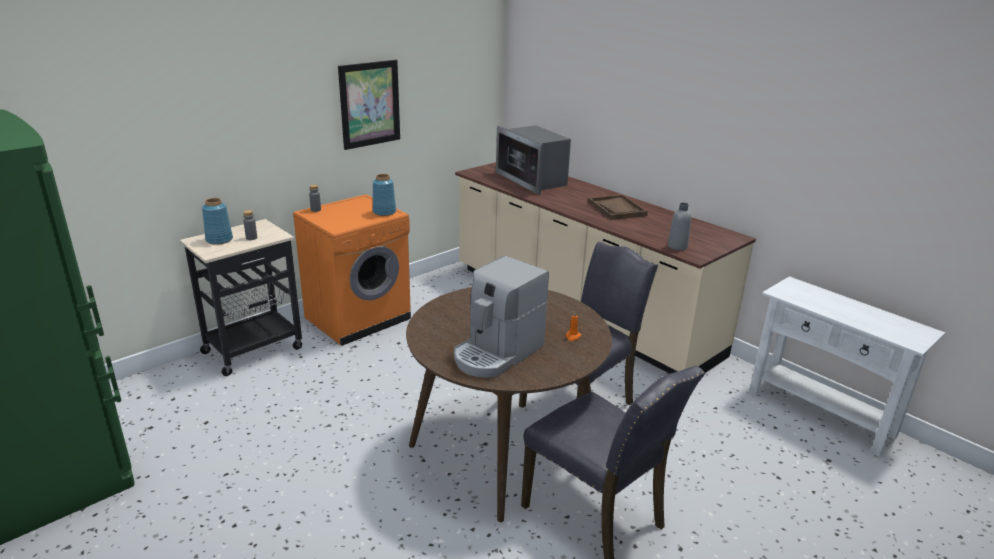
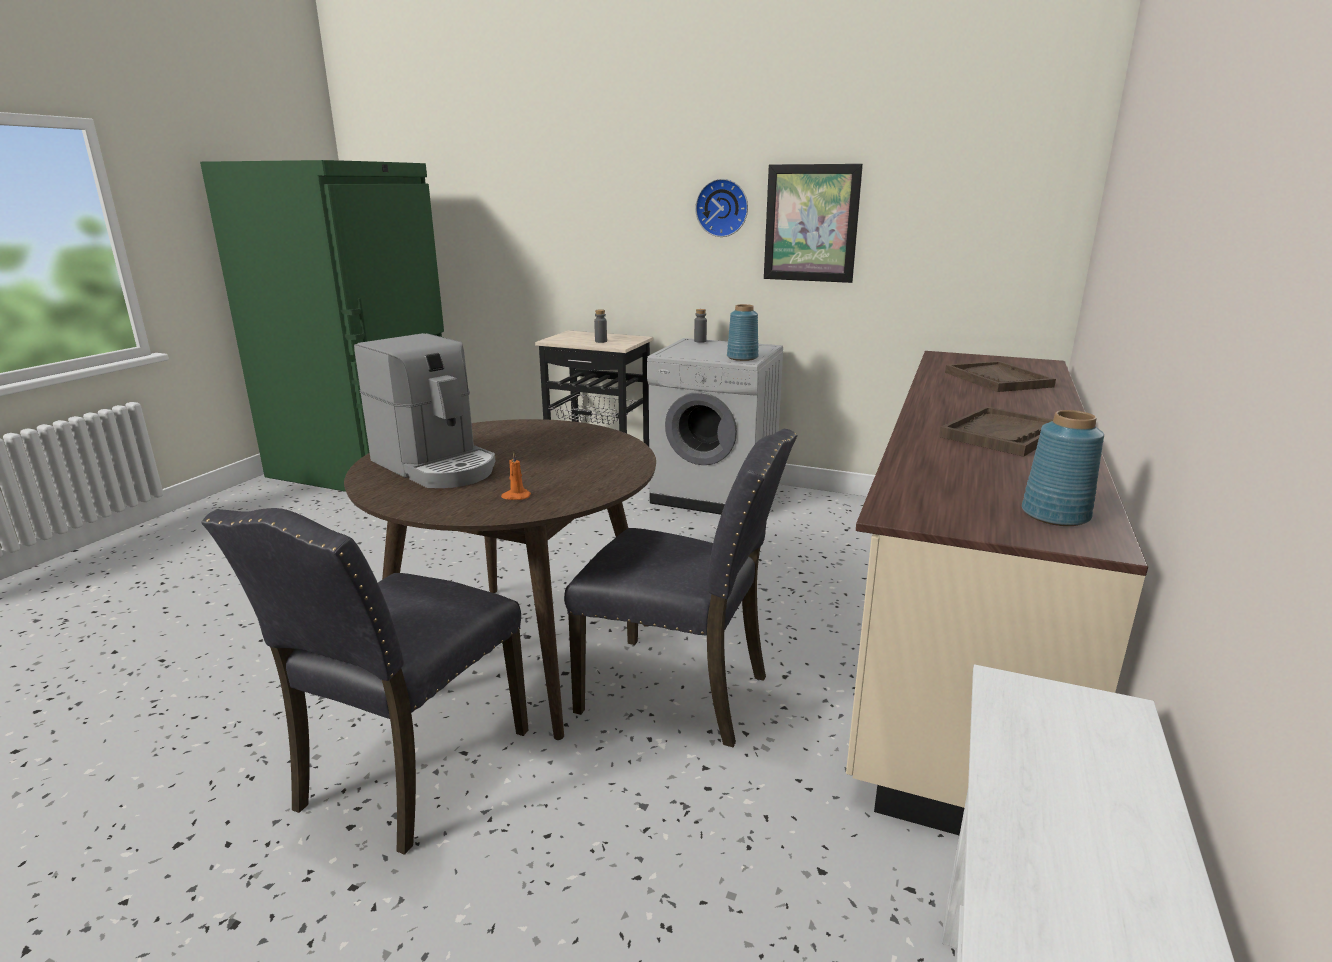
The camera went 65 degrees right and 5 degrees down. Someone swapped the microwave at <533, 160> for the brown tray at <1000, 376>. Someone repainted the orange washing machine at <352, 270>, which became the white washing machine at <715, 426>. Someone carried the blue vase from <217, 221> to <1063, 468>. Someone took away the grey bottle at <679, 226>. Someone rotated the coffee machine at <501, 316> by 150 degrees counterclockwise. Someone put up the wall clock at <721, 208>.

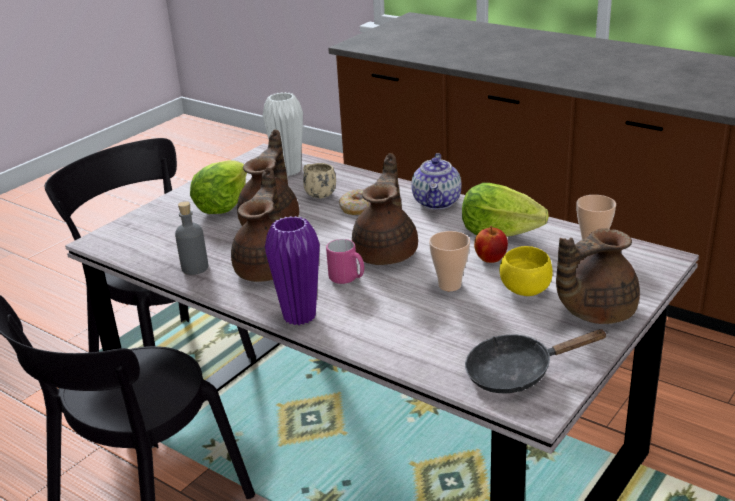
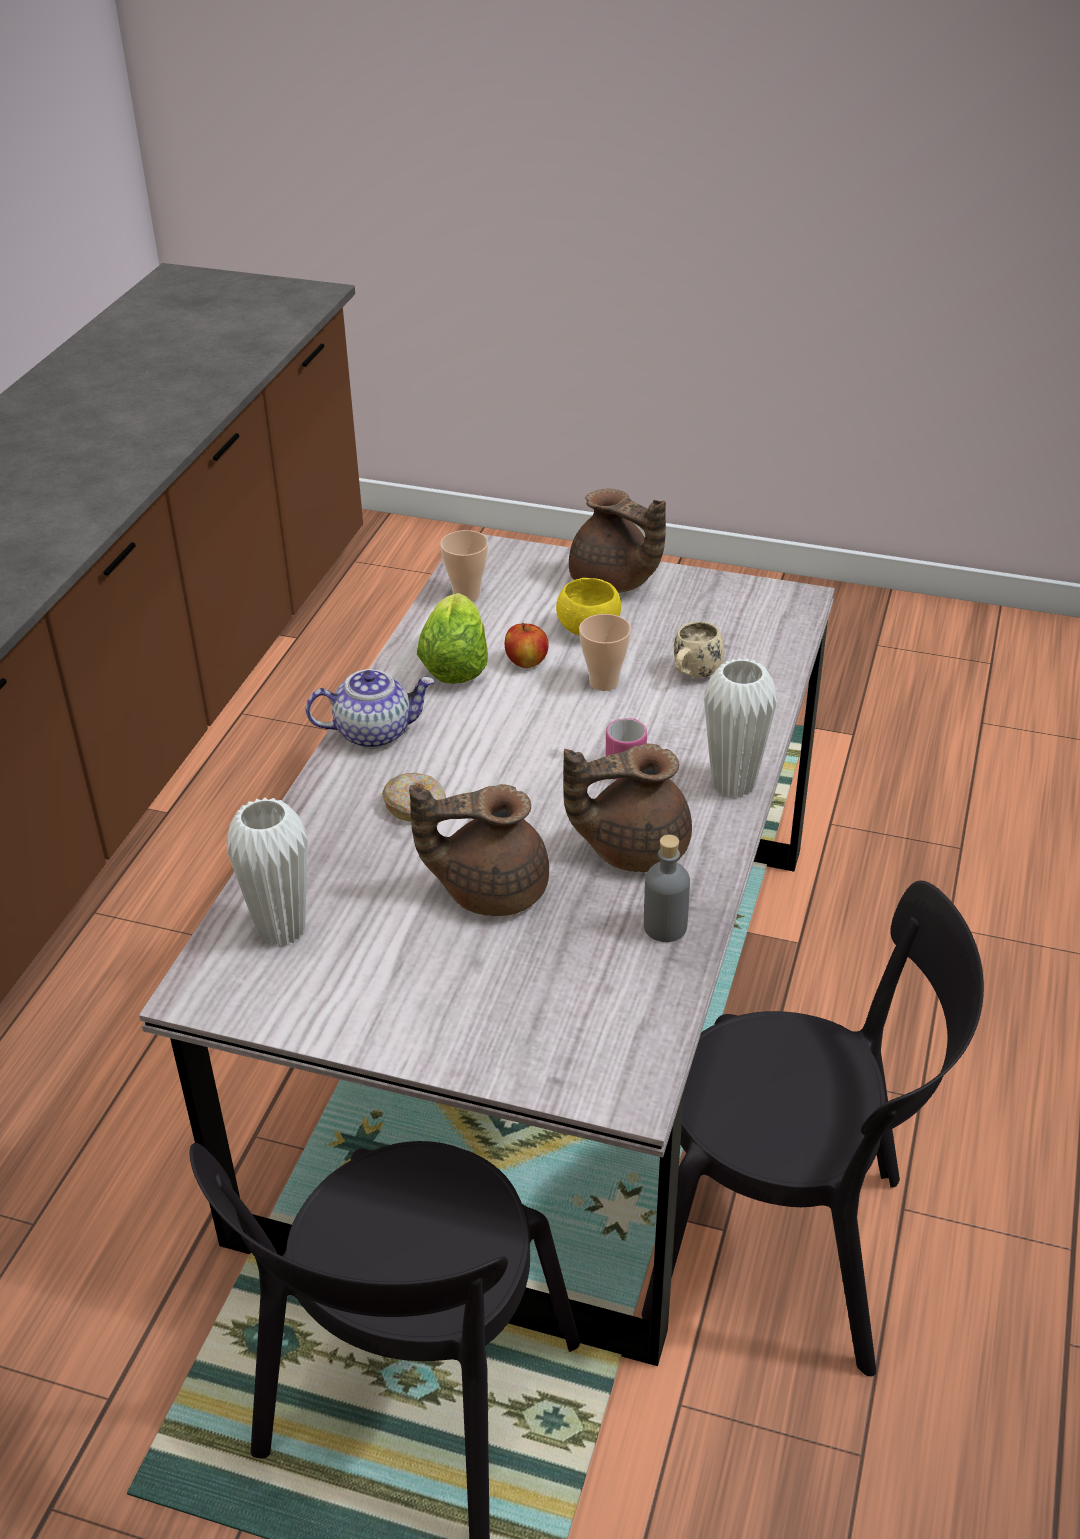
The camera went 110 degrees left and 10 degrees up. Someone took away the brown teapot at <385, 209>. Someone took away the lettuce at <218, 187>. Someone carried the beige mug from <319, 180> to <699, 649>. Someone repainted the purple vase at <292, 270>, which became the white vase at <740, 728>. Someone took away the black frying pan at <536, 361>.

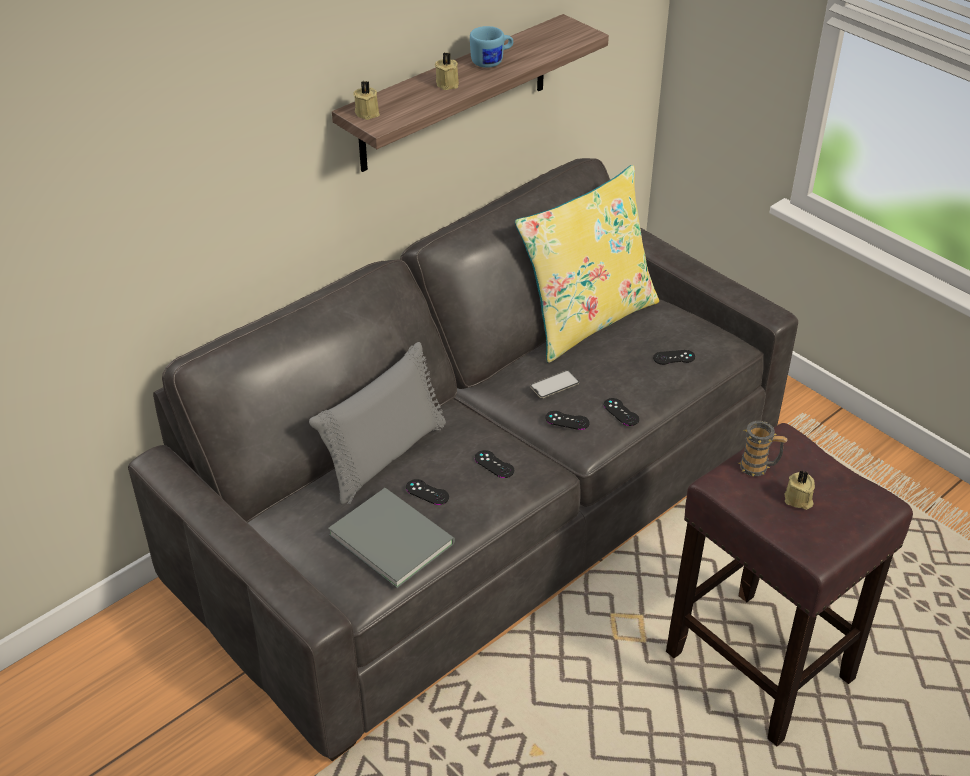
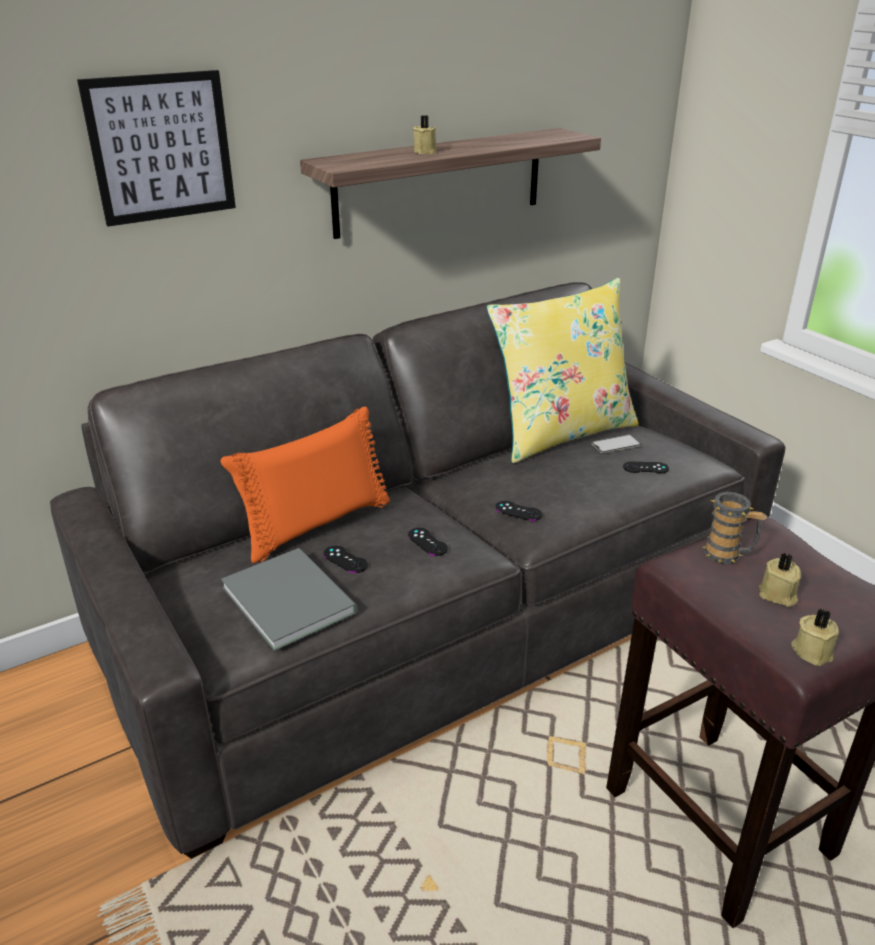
The camera went 10 degrees right and 10 degrees down. Someone took away the blue mug at <491, 47>. Someone carried the beige candle from <366, 100> to <815, 637>. Someone repainted the grey pillow at <377, 423>, which became the orange pillow at <305, 485>. Someone carried the phone from <554, 384> to <616, 444>. Someone took away the black game controller at <621, 412>. Someone put up the picture at <156, 148>.

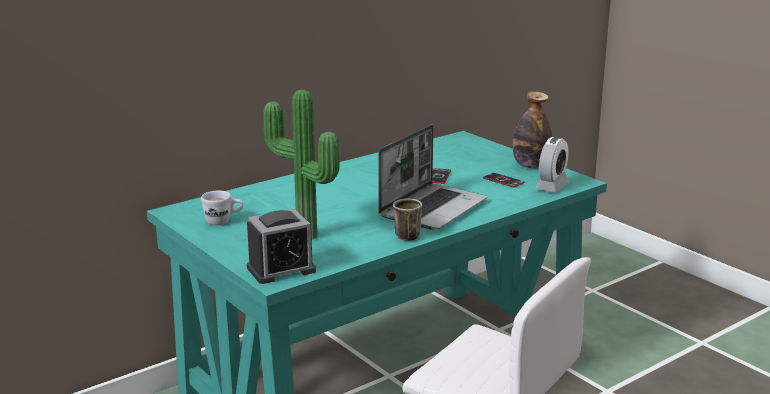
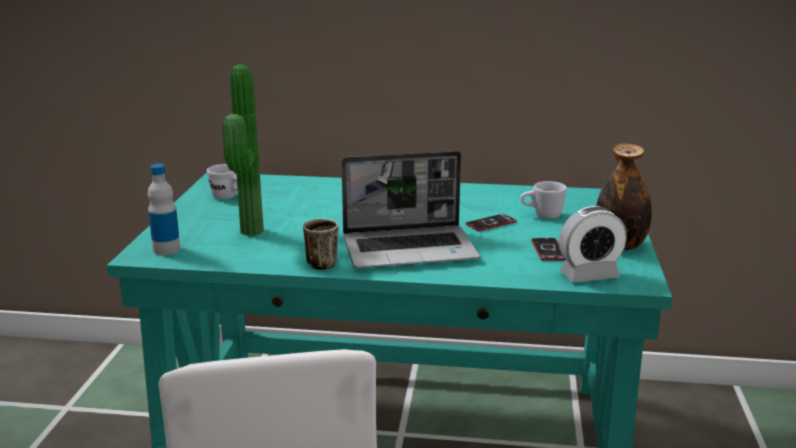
The camera went 45 degrees right and 0 degrees up. Someone swapped the alarm clock at <281, 246> for the bottle at <164, 209>. Someone put down the white mug at <544, 200>.

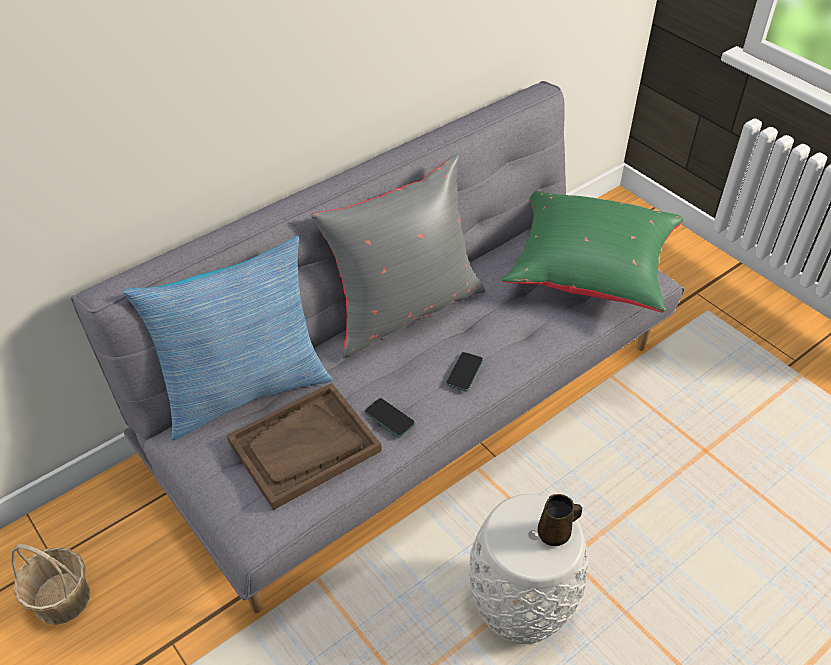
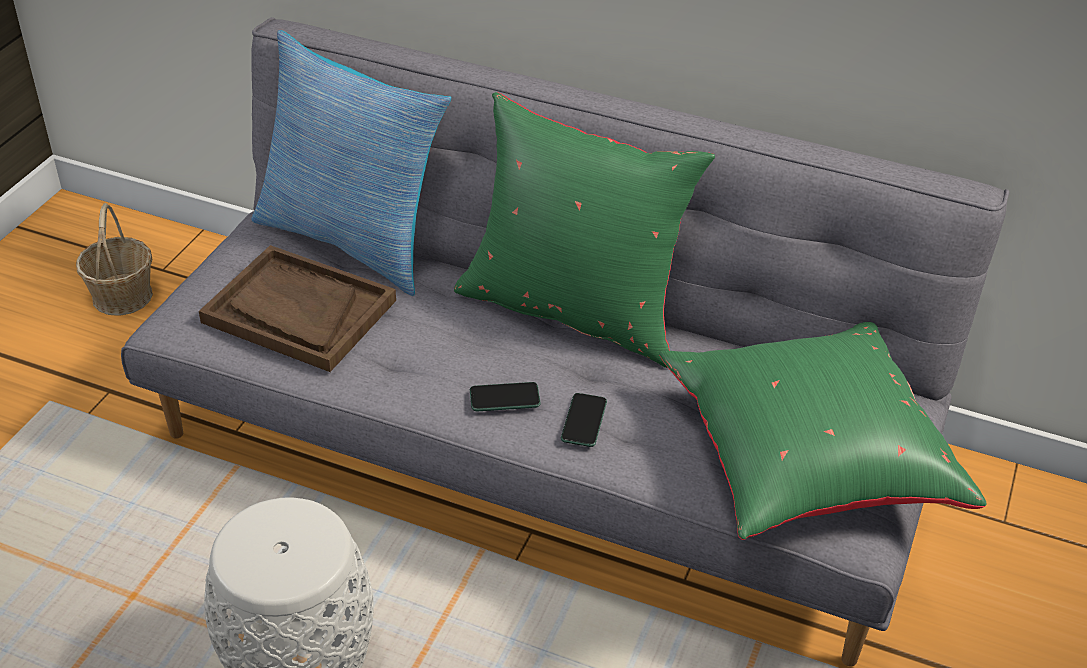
The camera went 60 degrees right and 5 degrees down. Someone repainted the grey pillow at <398, 256>, which became the green pillow at <584, 230>. Someone carried the phone from <389, 418> to <584, 420>. Someone took away the brown mug at <560, 520>.

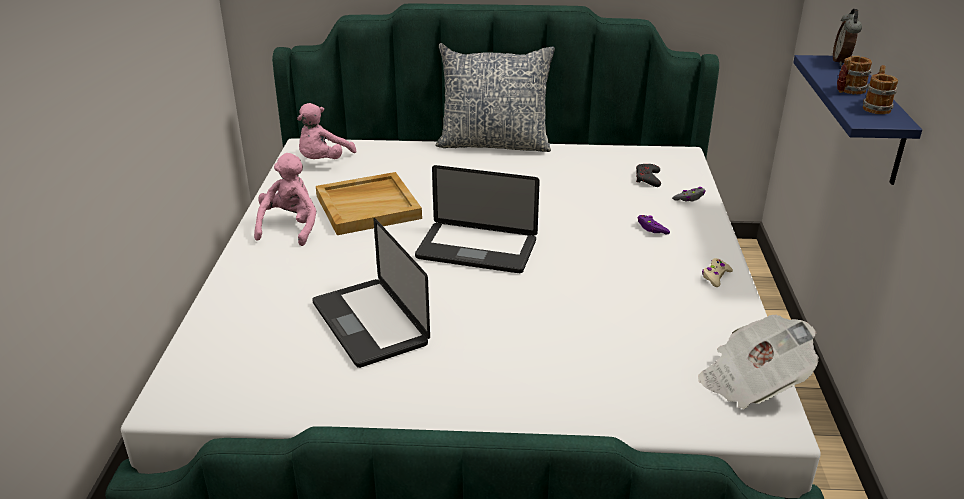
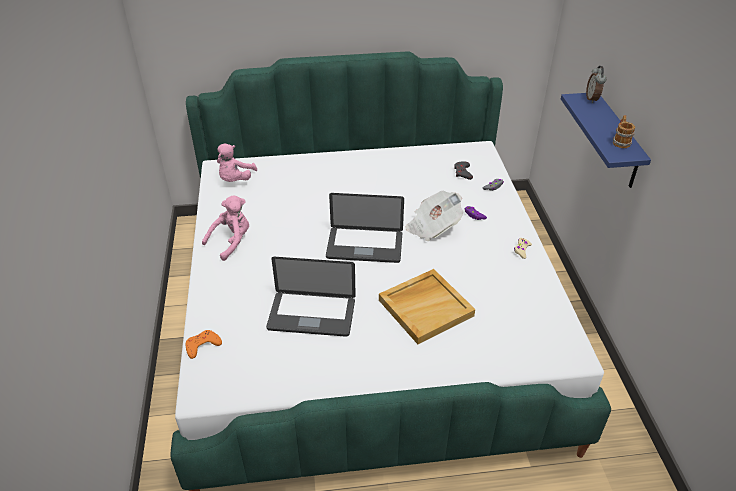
The camera went 10 degrees left and 10 degrees up. Someone took away the pillow at <495, 97>. Someone took away the mug at <854, 75>. Someone rotated the pink plush toy at <285, 199> by 45 degrees clockwise. Someone carried the beige tray from <369, 203> to <427, 306>. Someone rotated the laptop at <371, 293> by 45 degrees counterclockwise. Someone carried the newspaper from <758, 362> to <434, 216>. Someone put down the orange game controller at <204, 344>.

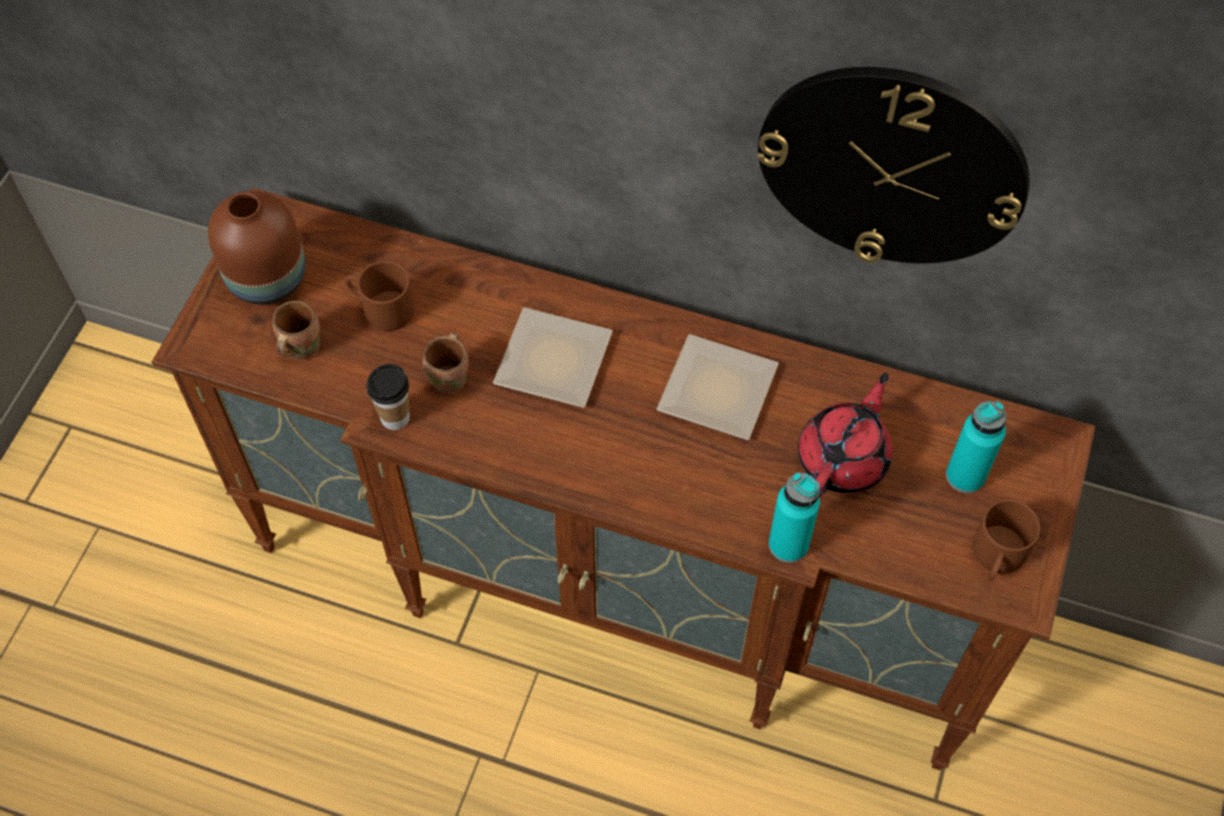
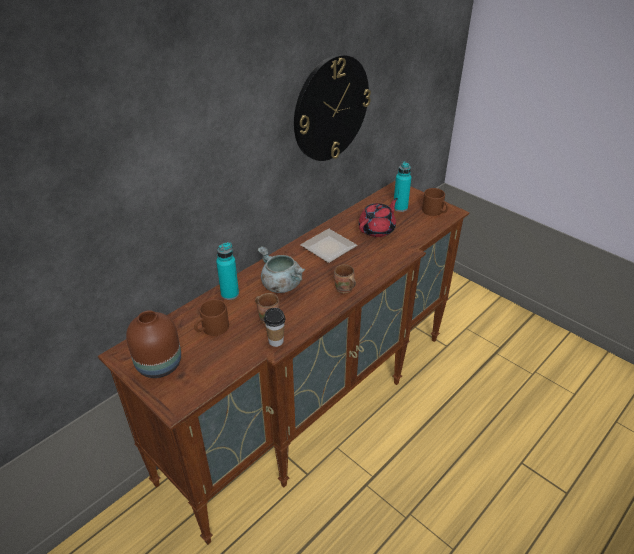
The camera went 65 degrees left and 20 degrees down. Someone carried the brown mug from <296, 330> to <345, 278>. Someone swapped the plate at <553, 357> for the grey cooking pot at <281, 269>. Someone rotated the red teapot at <845, 435> by 75 degrees clockwise. Someone carried the turquoise bottle from <794, 517> to <227, 271>.

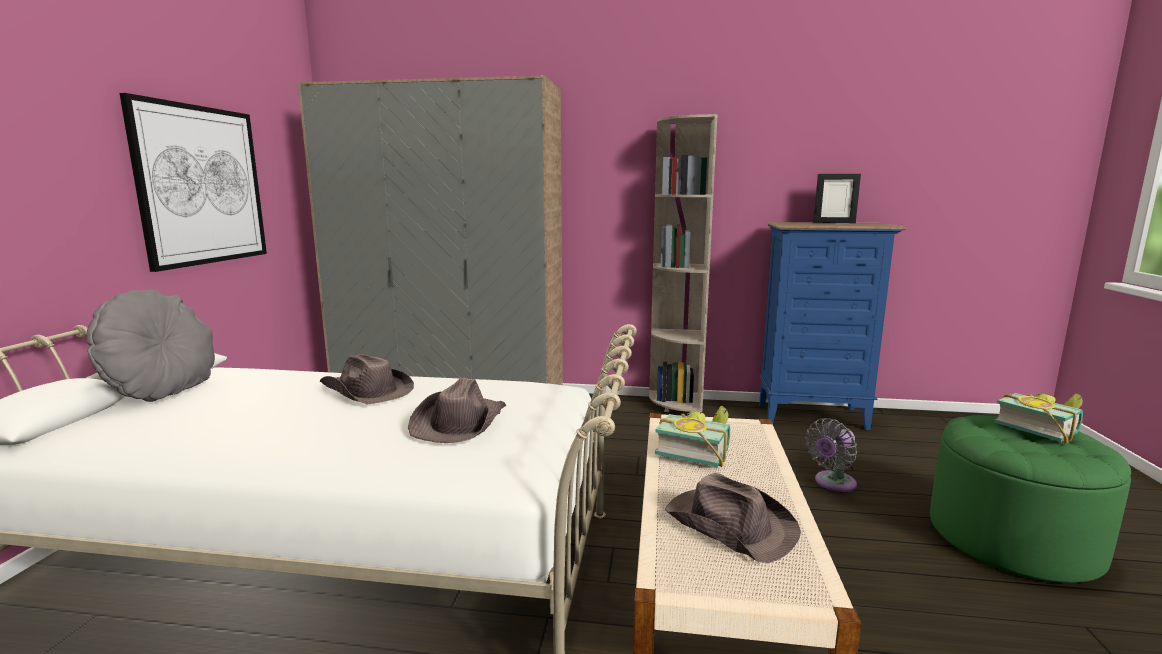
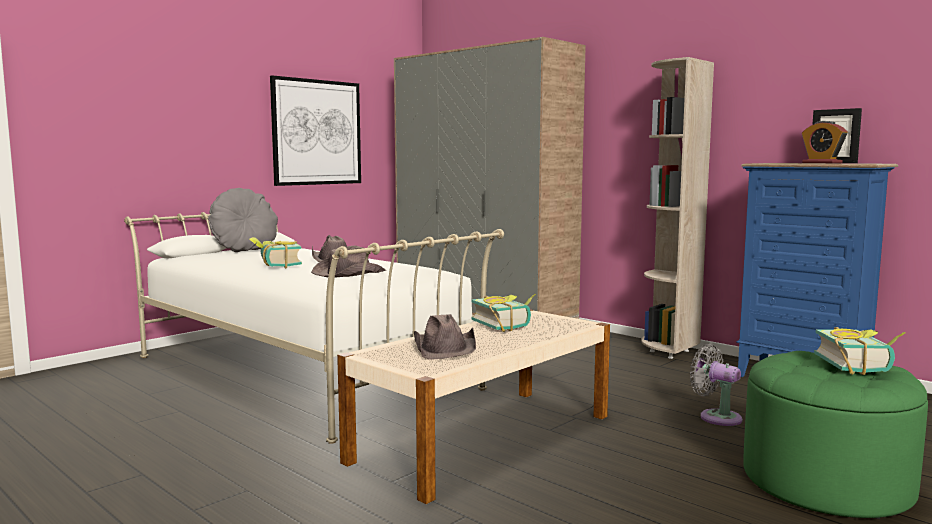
The camera went 35 degrees right and 5 degrees down. Someone rotated the grey fan at <831, 455> by 45 degrees clockwise. Someone put down the alarm clock at <825, 142>. Someone put down the book at <276, 252>.

